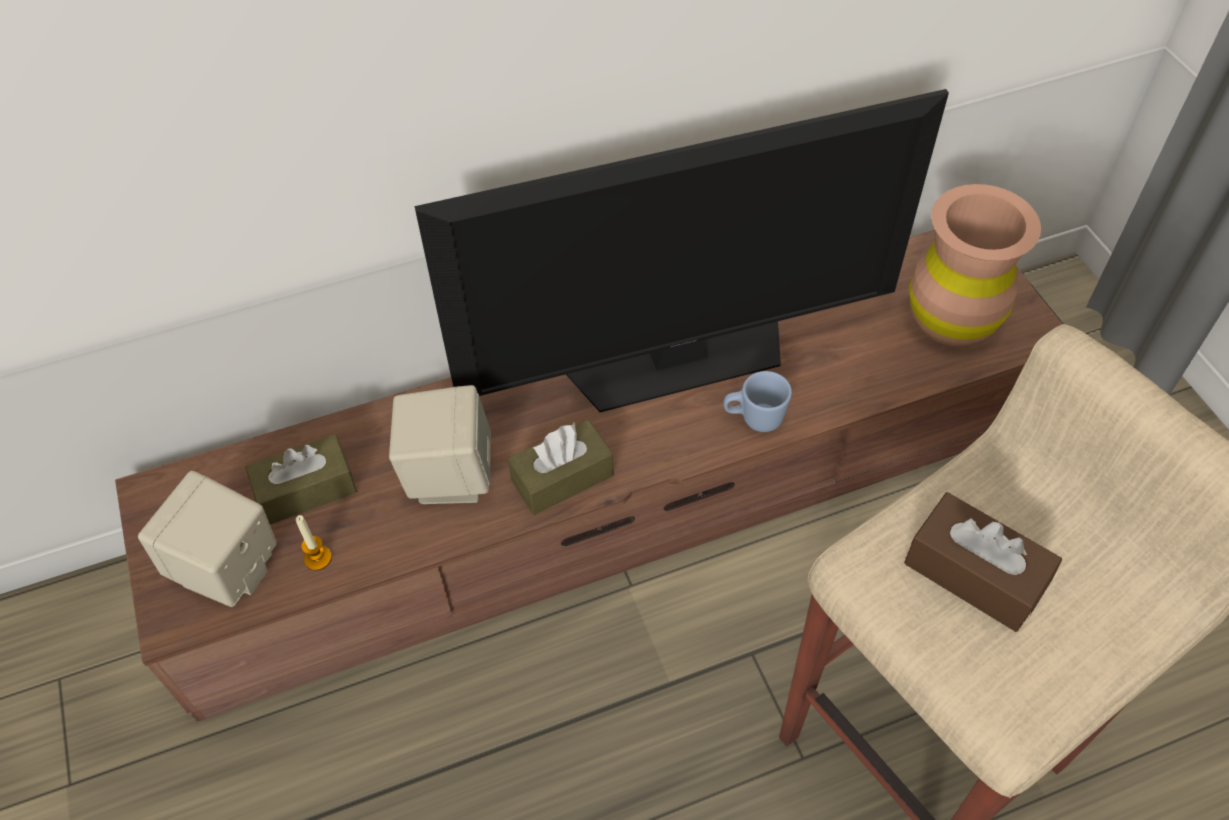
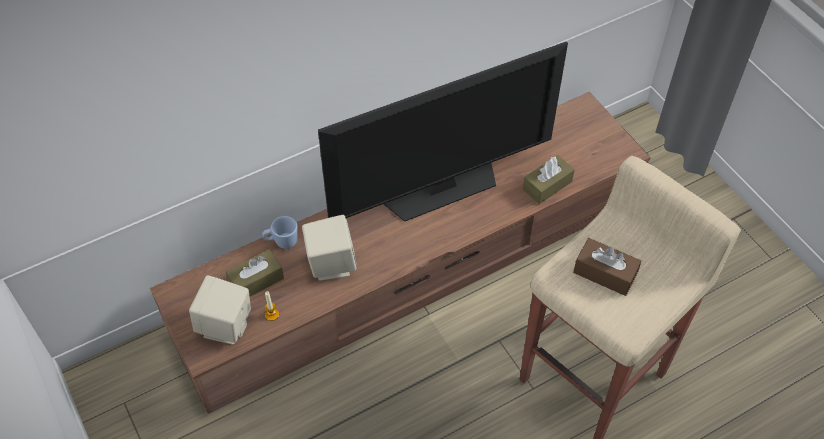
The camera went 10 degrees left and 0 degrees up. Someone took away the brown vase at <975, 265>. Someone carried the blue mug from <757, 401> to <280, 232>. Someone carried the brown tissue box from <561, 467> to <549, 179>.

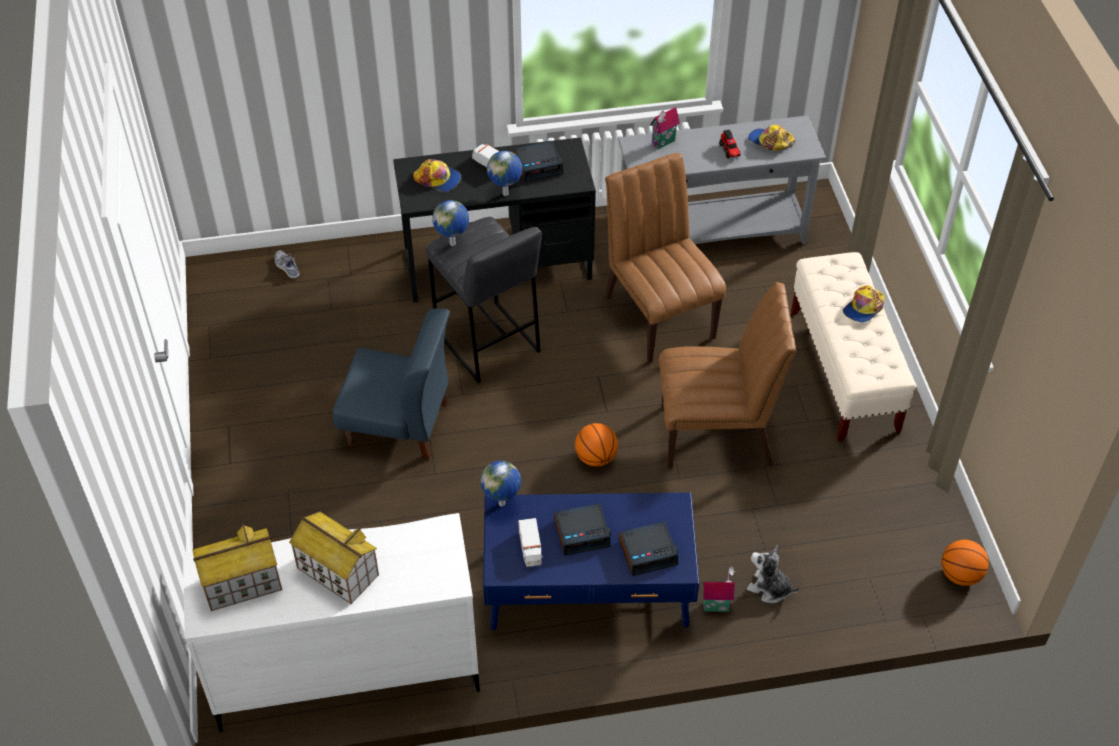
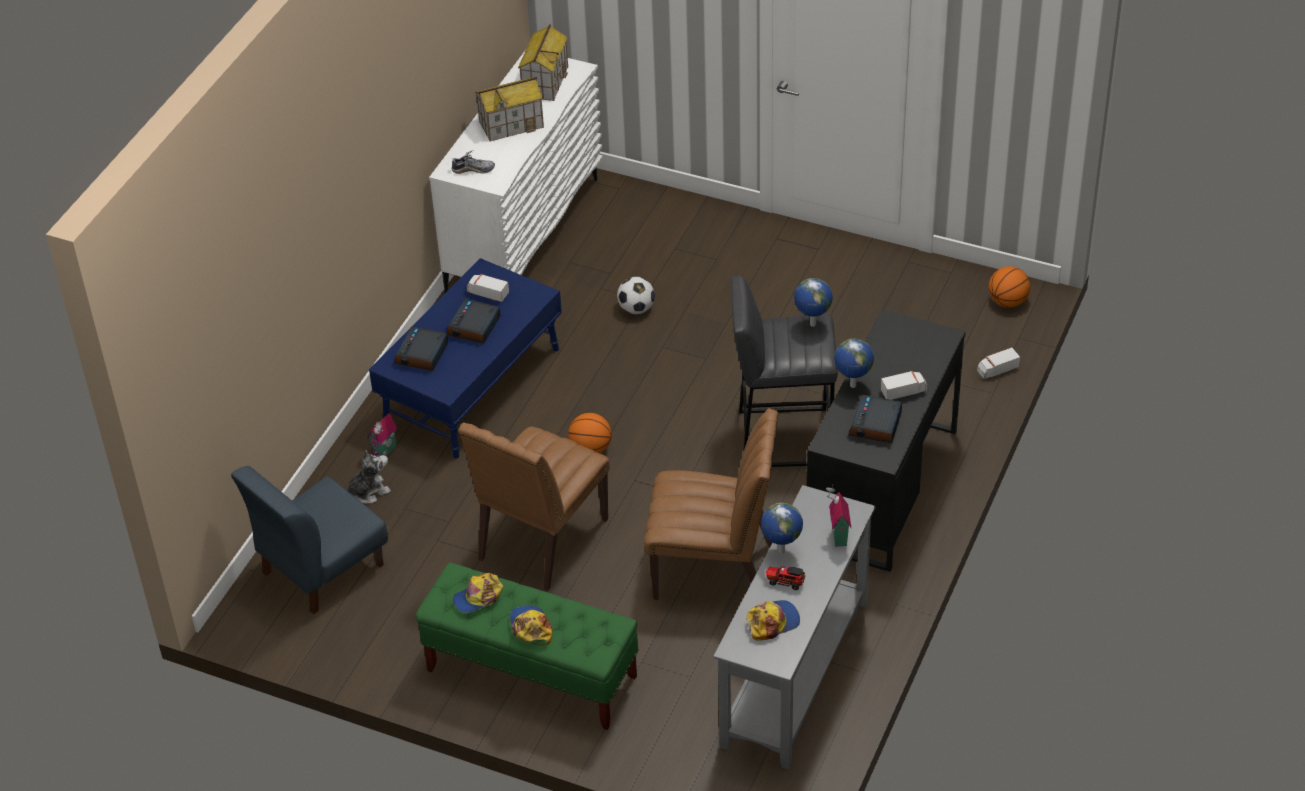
The camera went 125 degrees right and 5 degrees down. Someone carried the cap from <437, 175> to <478, 593>. Someone carried the shoe from <287, 264> to <473, 162>. Someone repainted the beige bench at <854, 347>, which became the green bench at <527, 646>. Someone carried the blue chair from <391, 384> to <309, 540>. Someone carried the globe from <500, 483> to <782, 528>. Someone carried the basketball from <965, 563> to <1009, 287>. Someone put down the football at <636, 295>. Someone put down the toy truck at <998, 363>.

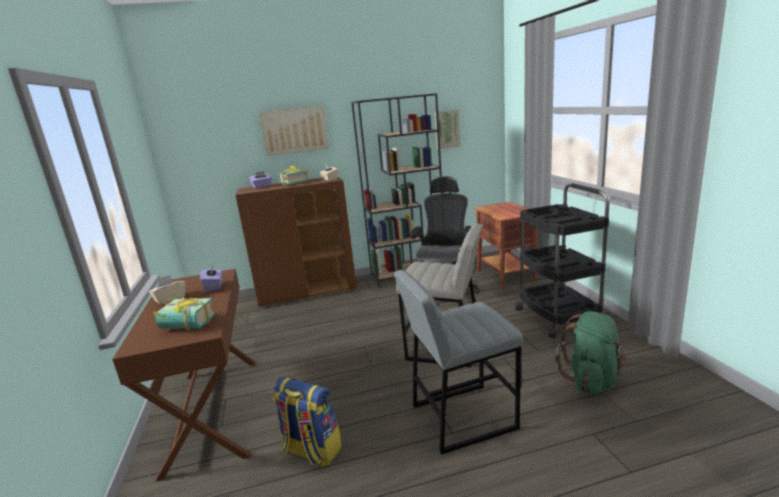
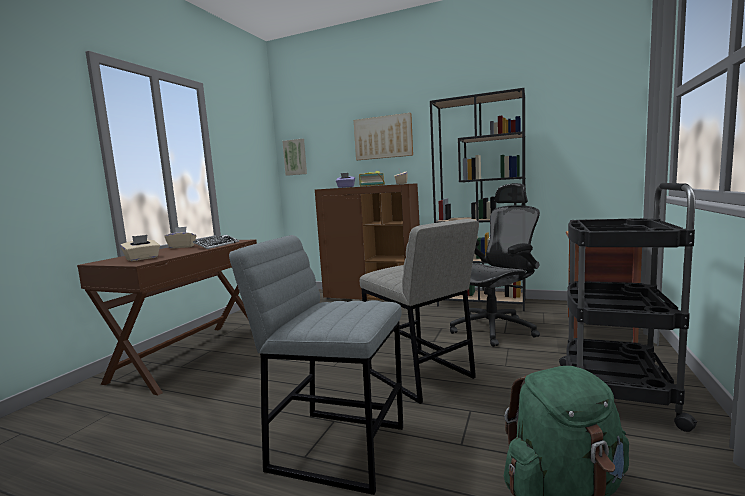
The camera went 35 degrees right and 10 degrees down. Someone carried the picture from <448, 129> to <294, 157>. Someone swapped the purple tissue box at <211, 277> for the keyboard at <216, 242>. Someone swapped the book at <184, 313> for the beige tissue box at <140, 248>. Someone took away the backpack at <307, 422>.

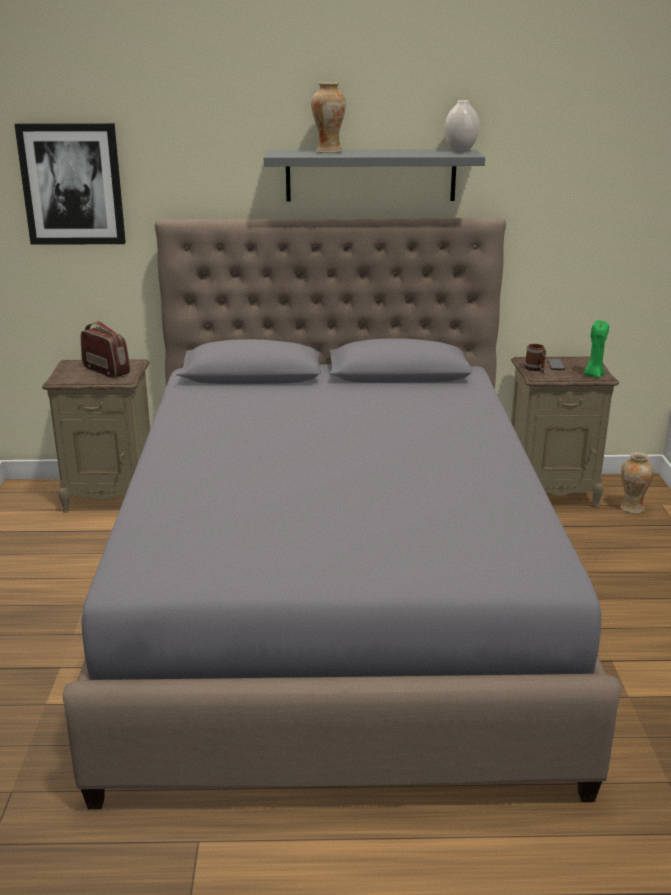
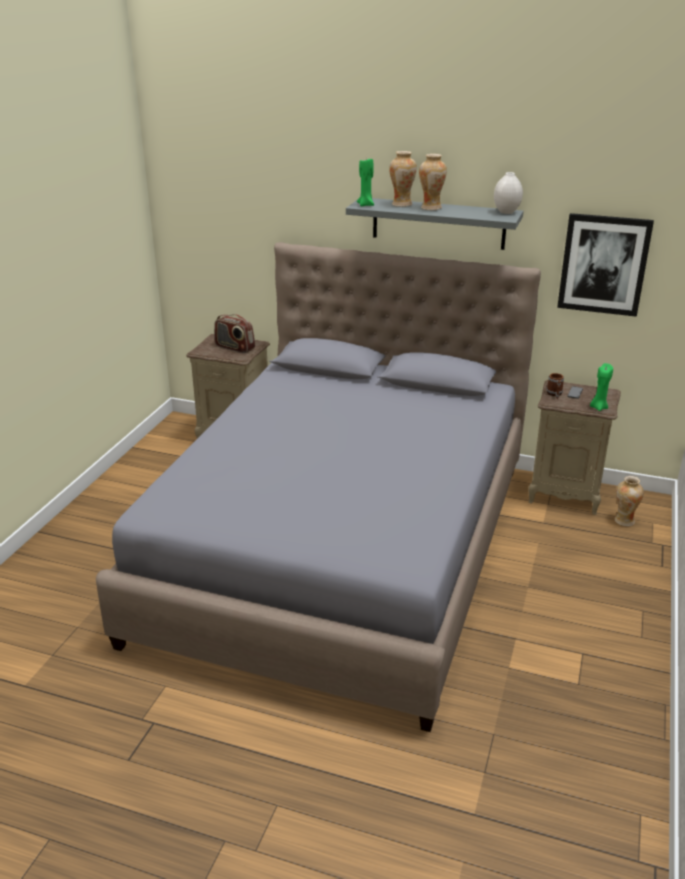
The camera went 20 degrees right and 5 degrees up. Someone carried the picture from <70, 184> to <605, 265>. Someone rotated the radio at <105, 349> by 150 degrees clockwise. Someone put down the vase at <433, 182>. Someone put down the green candle at <365, 182>.

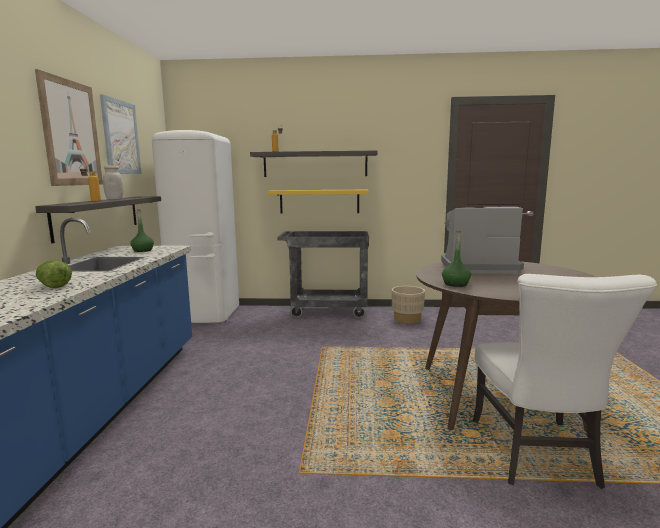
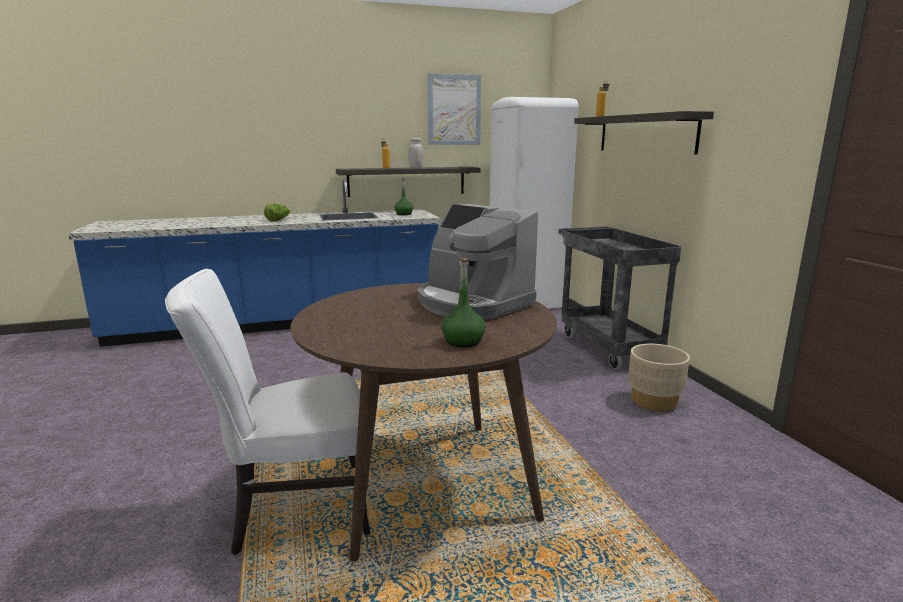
The camera went 70 degrees right and 5 degrees up. Someone took away the picture at <69, 127>. Someone took away the yellow shelf at <318, 201>. Someone rotated the coffee machine at <482, 240> by 150 degrees clockwise. Someone carried the green bottle from <456, 259> to <463, 302>.

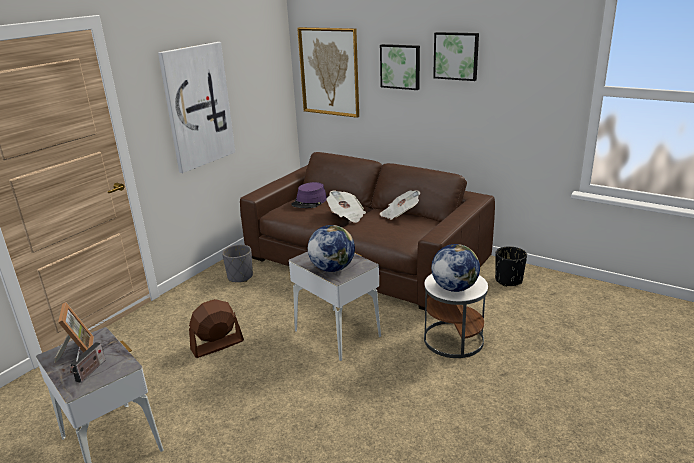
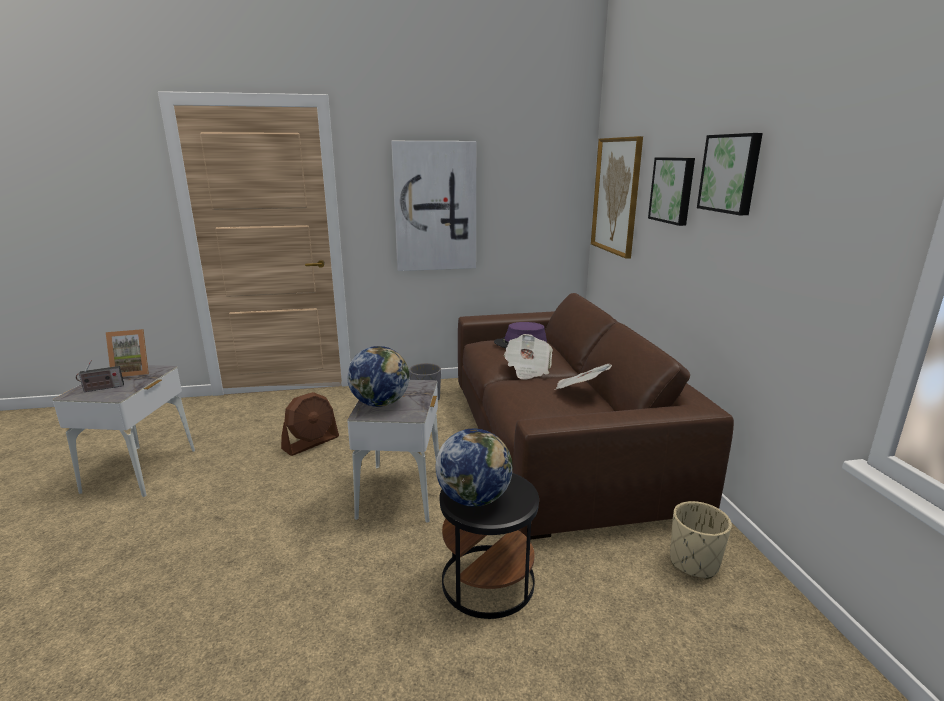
The camera went 45 degrees right and 5 degrees down. Someone repainted the black planter at <511, 266>, which became the beige planter at <701, 540>. Someone repainted the white side table at <456, 316>, which became the black side table at <489, 546>. Someone rotated the brown fan at <216, 328> by 120 degrees clockwise. Someone rotated the picture frame at <74, 332> by 45 degrees clockwise.

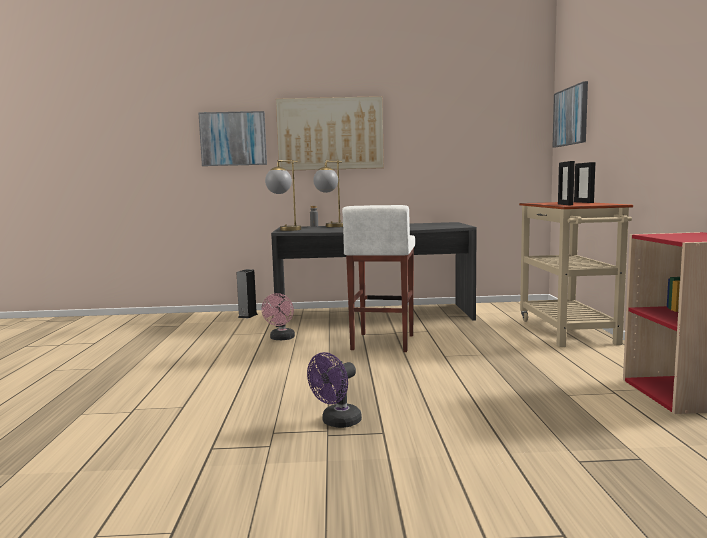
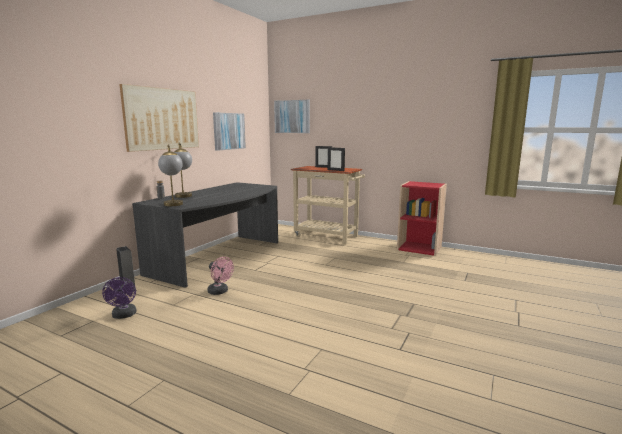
The camera went 60 degrees left and 5 degrees up. Someone carried the picture from <232, 138> to <229, 131>. Someone took away the white stool at <378, 278>. Someone carried the purple fan from <334, 390> to <119, 298>.

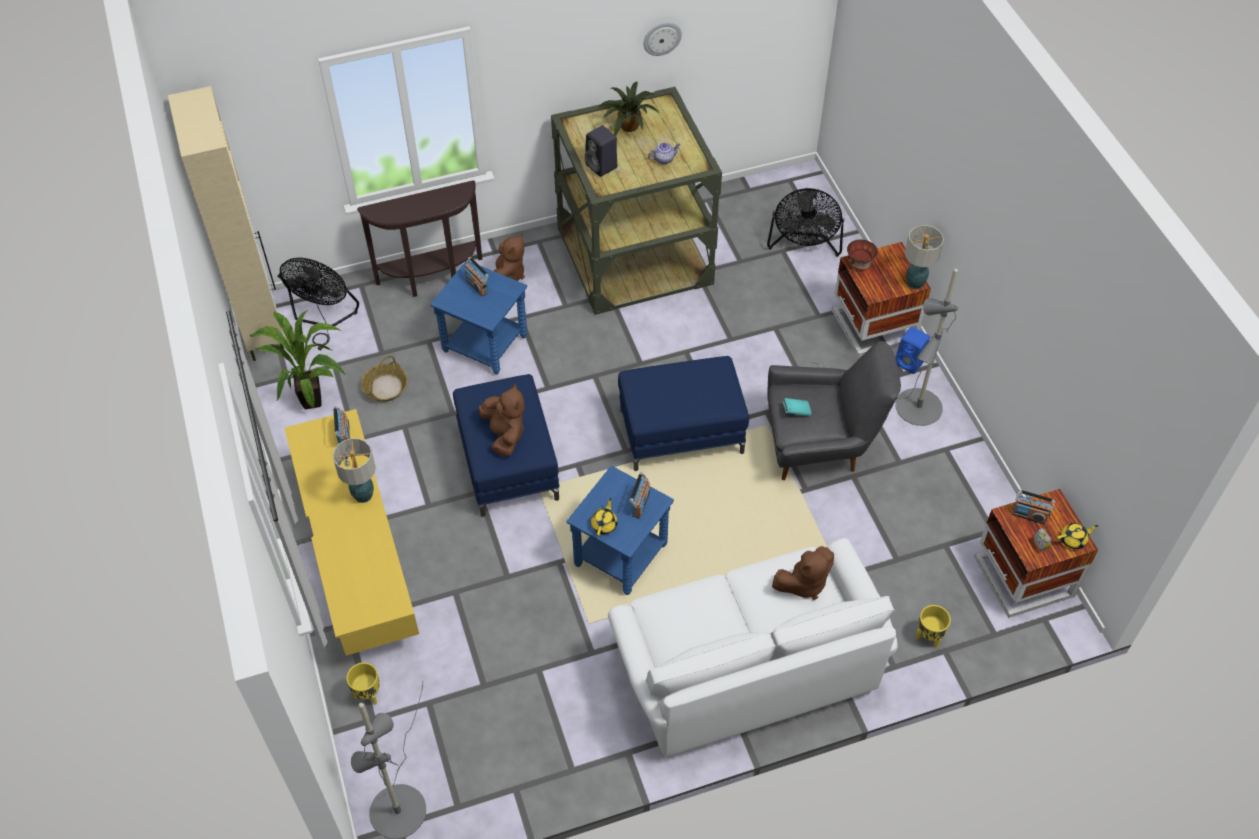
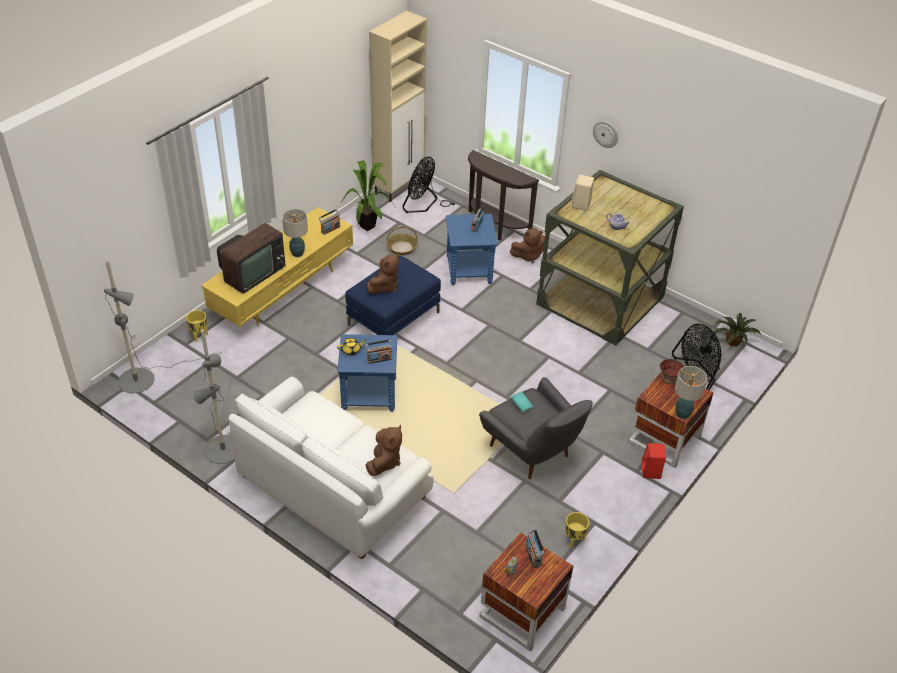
The camera went 55 degrees right and 10 degrees down. Someone carried the wall clock from <662, 39> to <605, 134>. Someone carried the potted plant from <628, 109> to <737, 329>. Someone repainted the black speaker at <601, 151>, which became the beige speaker at <583, 193>. Someone rotated the black fan at <318, 304> by 135 degrees counterclockwise. Someone carried the grey floor lamp from <885, 347> to <214, 396>. Someone repainted the blue speaker at <912, 350>, which became the red speaker at <654, 461>. Someone took away the blue ottoman at <683, 413>. Someone took away the yellow teapot at <1077, 536>. Someone rotated the brown plush toy at <803, 573> by 105 degrees counterclockwise. Someone carried the yellow planter from <933, 626> to <577, 530>. Someone put down the television at <251, 258>.

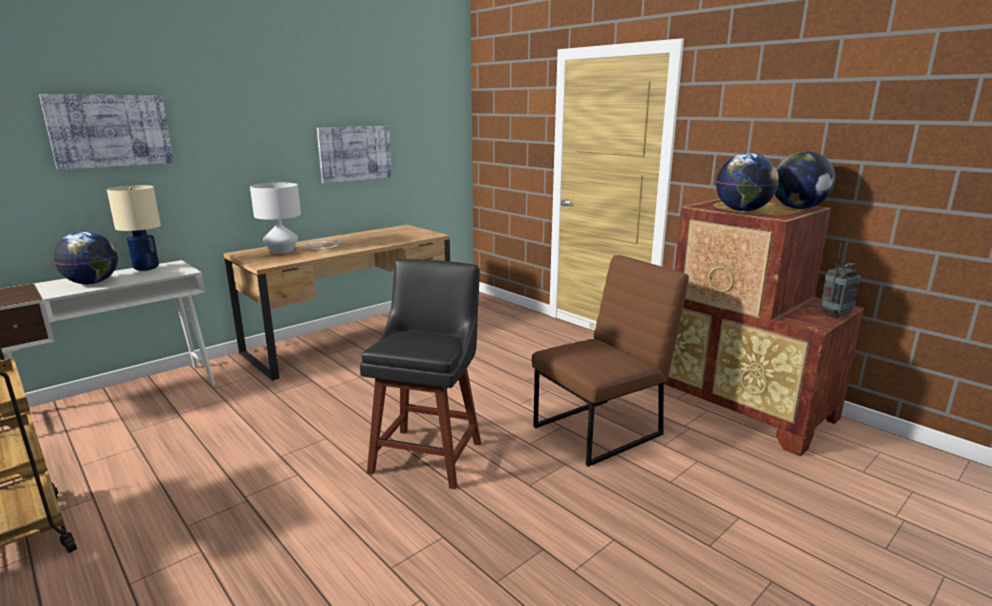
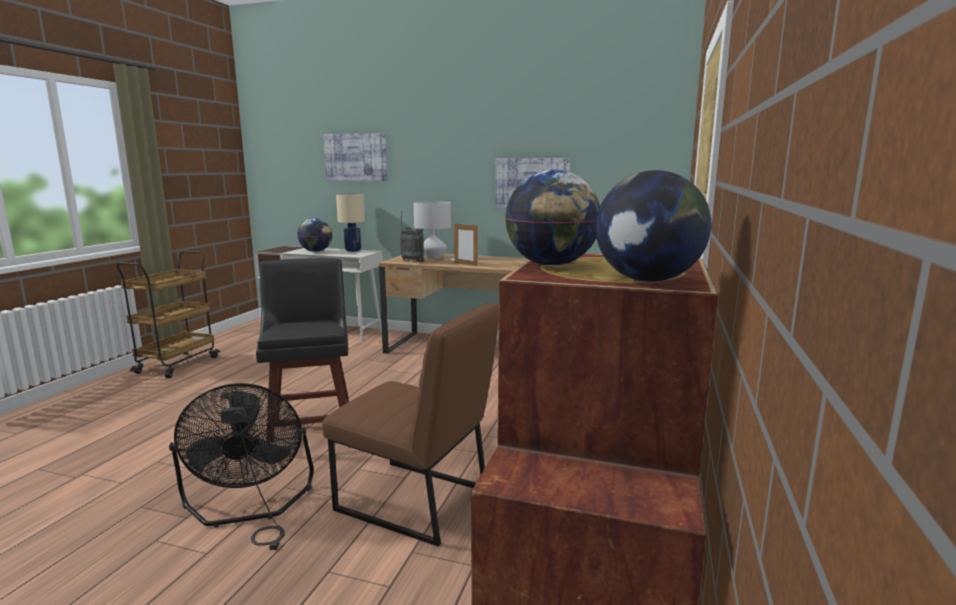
The camera went 60 degrees right and 5 degrees down. Someone carried the radio from <840, 280> to <412, 236>. Someone rotated the black chair at <420, 374> by 90 degrees counterclockwise. Someone put down the picture frame at <466, 245>. Someone put down the black fan at <241, 466>.

